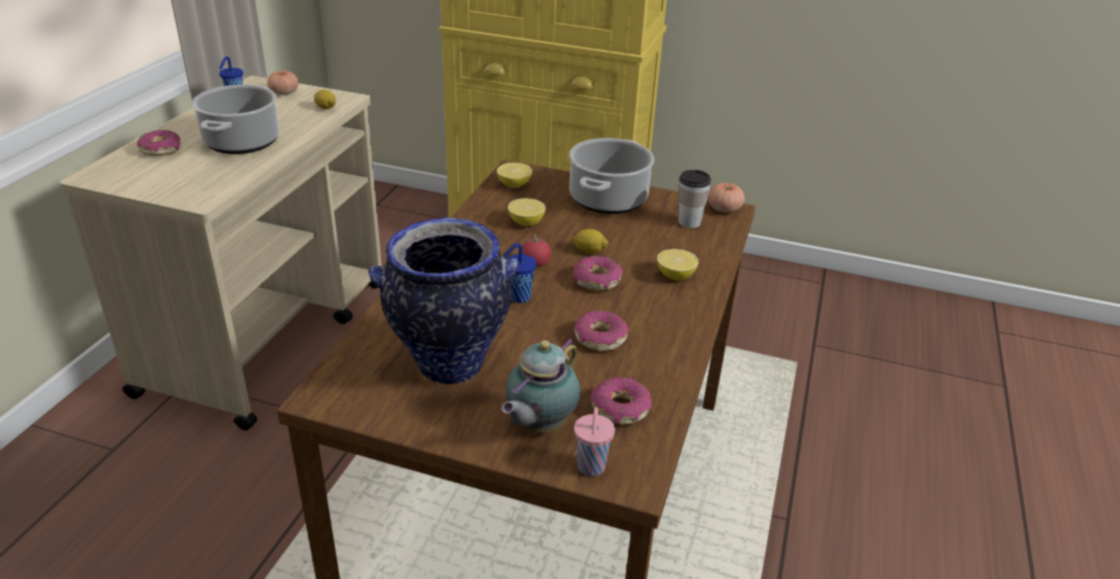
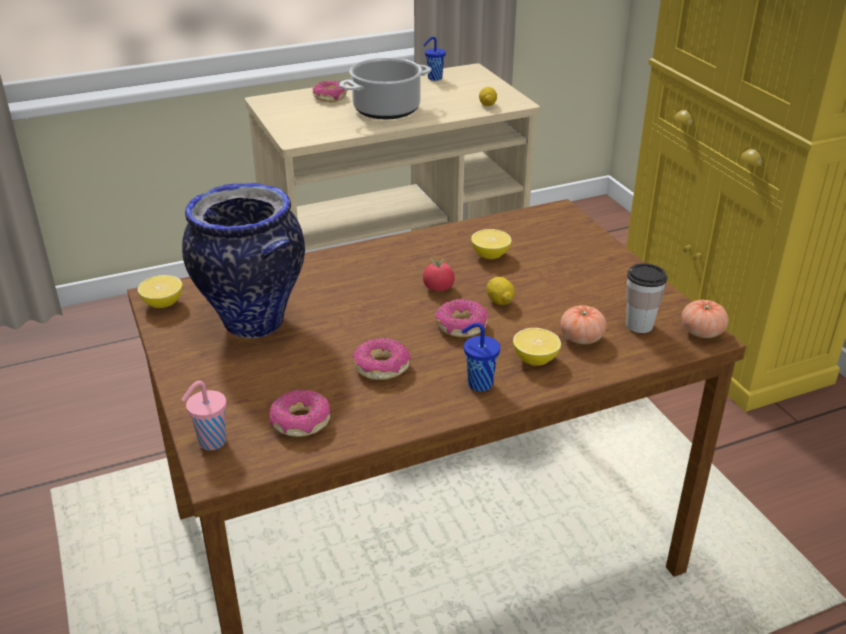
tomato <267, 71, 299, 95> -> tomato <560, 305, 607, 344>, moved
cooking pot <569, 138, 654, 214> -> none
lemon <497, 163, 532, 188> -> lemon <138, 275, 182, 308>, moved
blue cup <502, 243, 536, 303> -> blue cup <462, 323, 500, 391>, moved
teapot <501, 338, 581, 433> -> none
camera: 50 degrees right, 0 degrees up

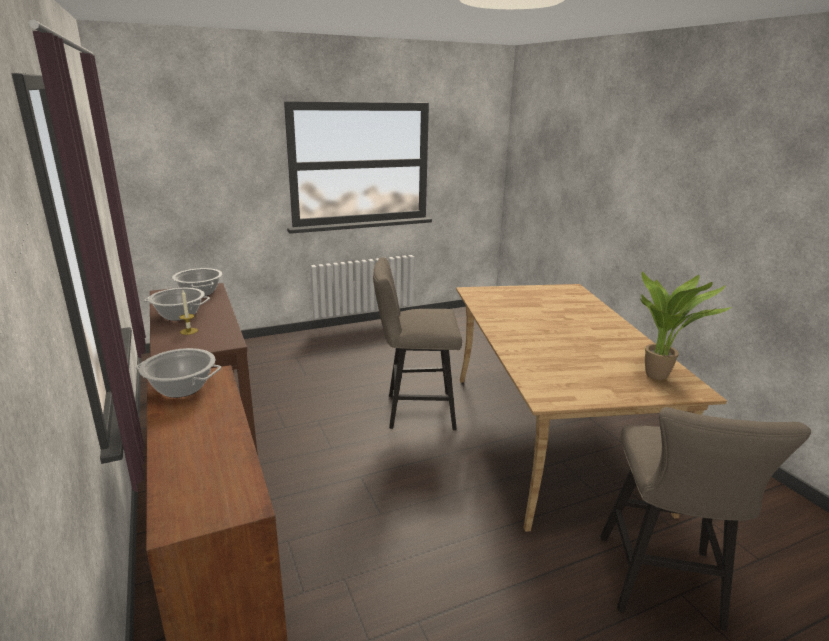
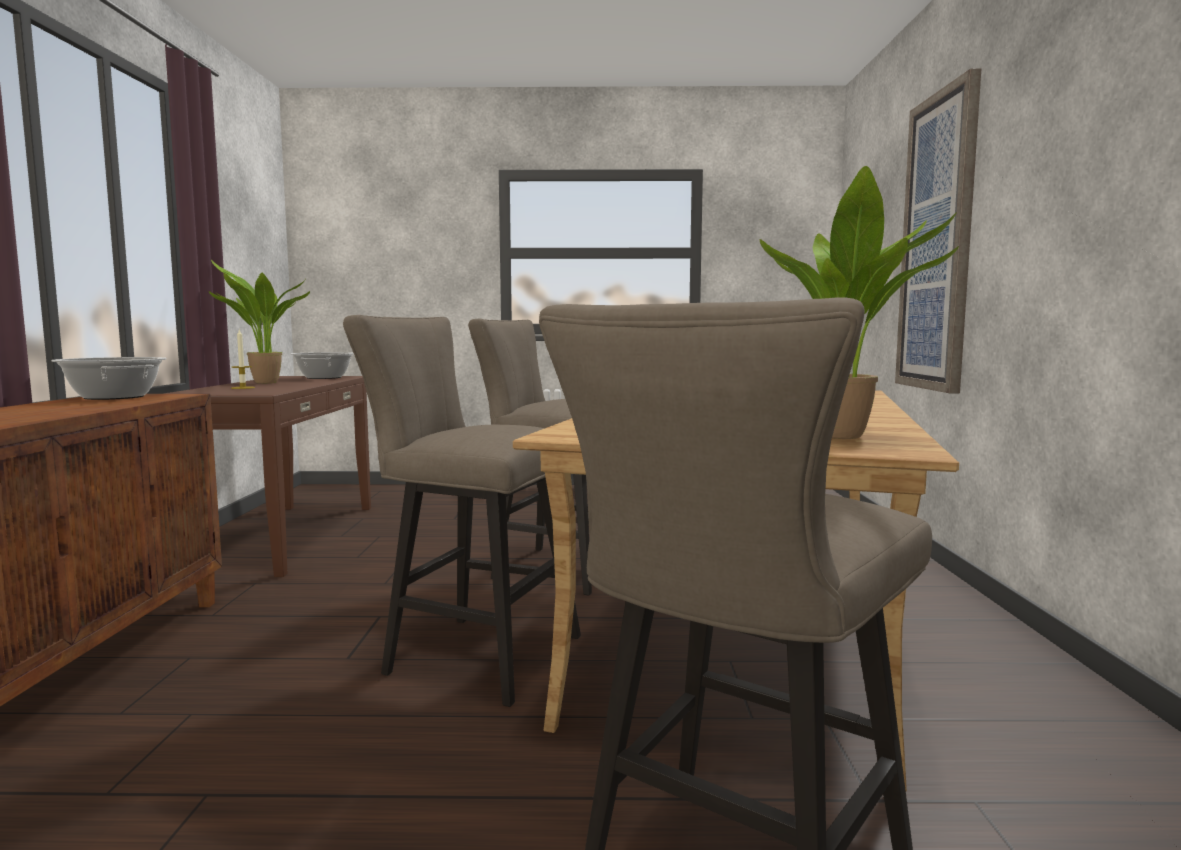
cooking pot <144, 288, 210, 321> -> potted plant <209, 260, 310, 384>
none -> picture <895, 68, 981, 393>
none -> beige stool <343, 315, 581, 707>
camera: 25 degrees right, 15 degrees down

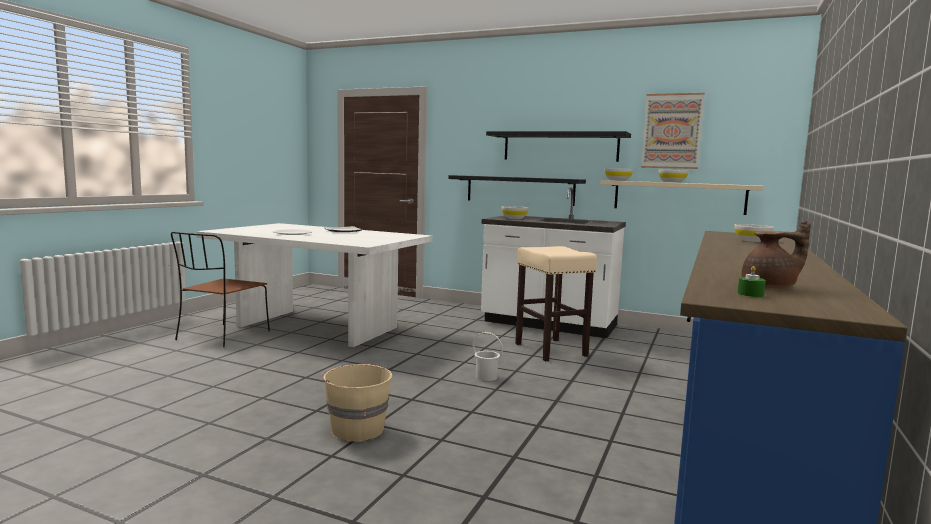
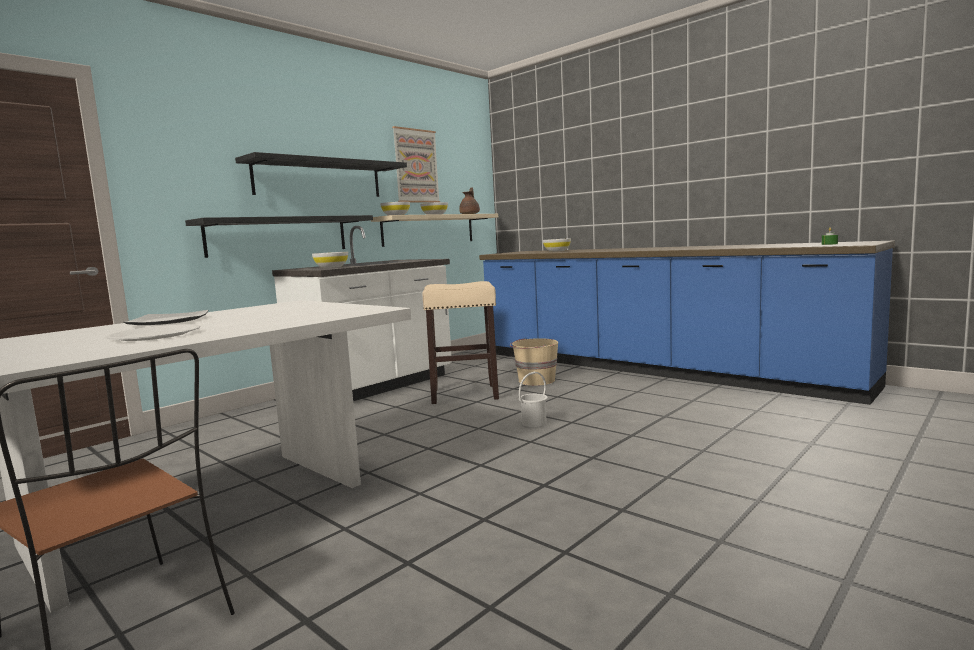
brown teapot <742, 221, 811, 288> -> brown teapot <459, 187, 480, 214>, moved
beige bucket <321, 364, 392, 442> -> beige bucket <510, 338, 558, 386>, moved
camera: 70 degrees left, 0 degrees up

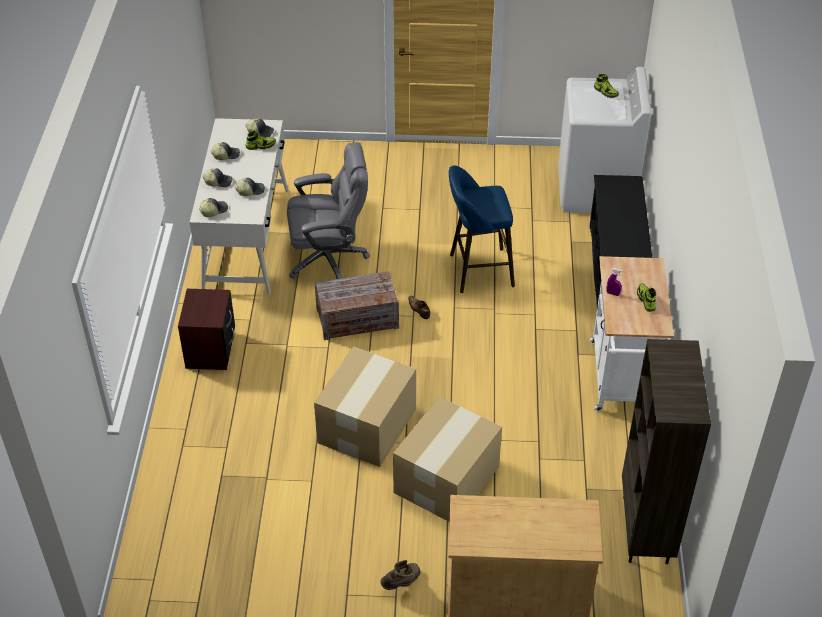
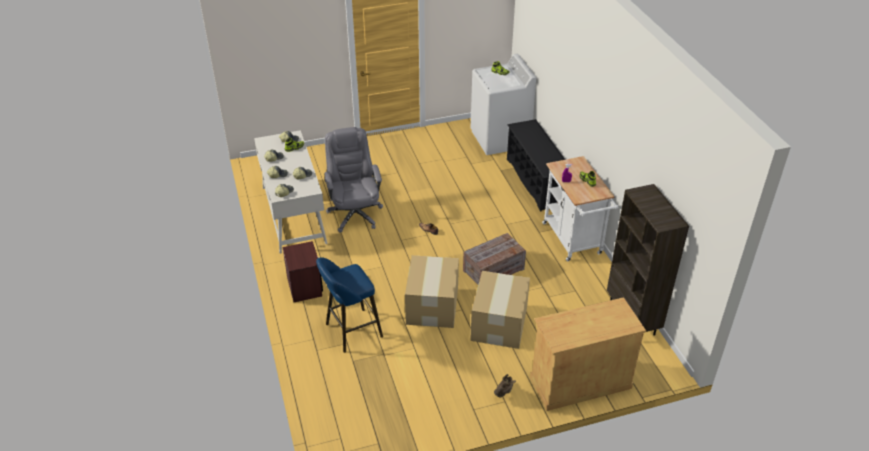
grey office chair <287, 142, 370, 279> -> grey office chair <324, 127, 383, 233>, 75 degrees counterclockwise
blue stool <449, 166, 515, 293> -> blue stool <316, 257, 383, 353>, moved
crate <315, 271, 399, 340> -> crate <463, 233, 526, 285>, moved
camera: 20 degrees left, 5 degrees down

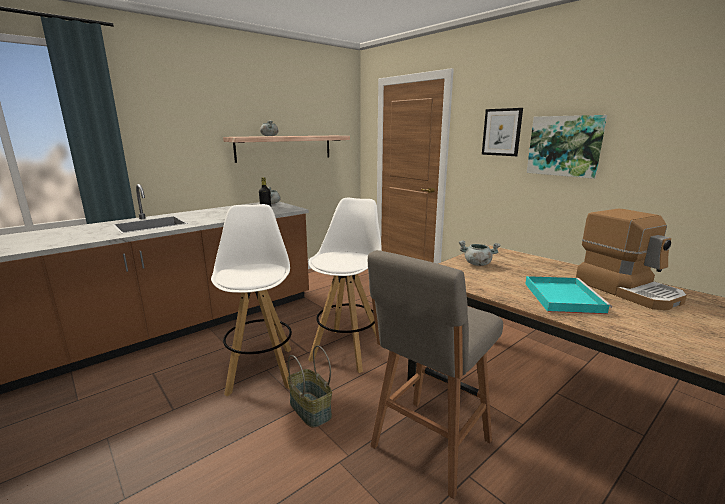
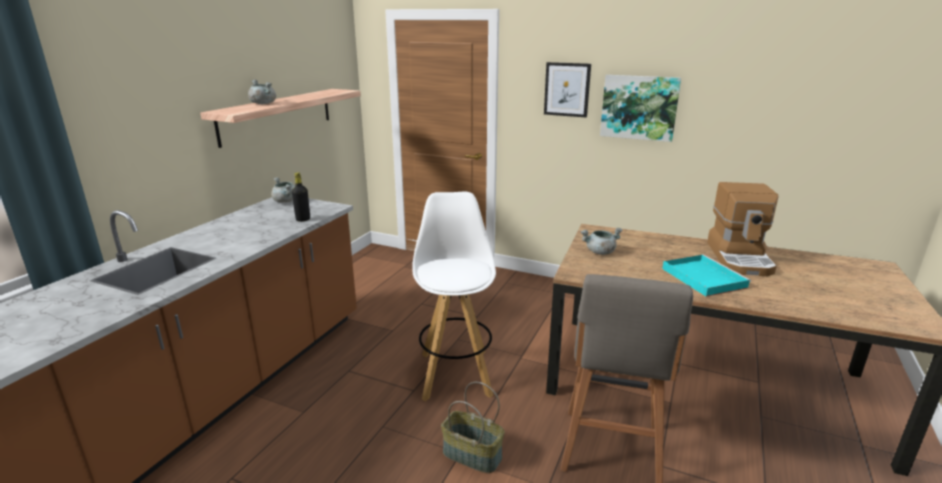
white stool <211, 204, 292, 397> -> none
coffee machine <576, 209, 687, 310> -> coffee machine <707, 182, 779, 276>, 60 degrees clockwise
camera: 25 degrees left, 5 degrees up

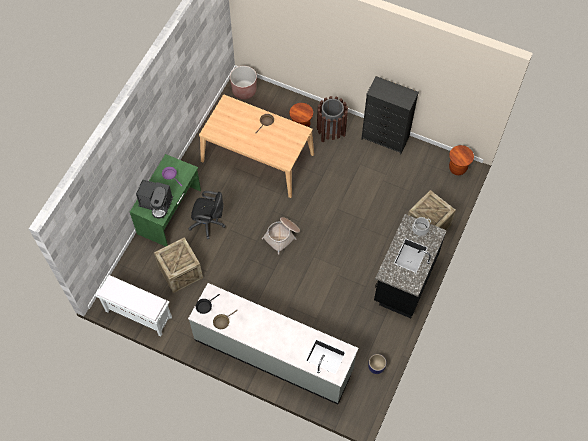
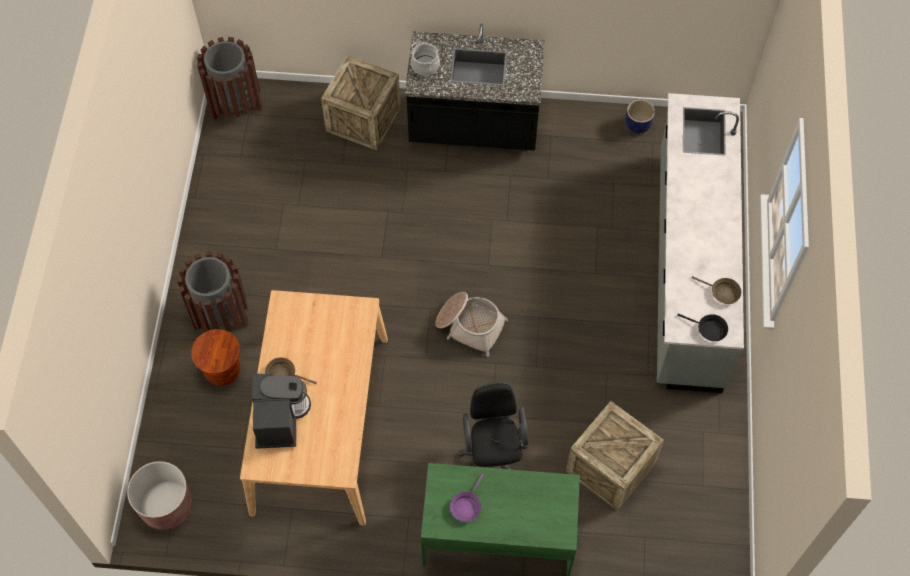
black dresser <361, 76, 419, 155> -> none
brown stool <449, 145, 474, 175> -> brown trash can <197, 37, 262, 120>
coffee machine <136, 179, 173, 219> -> coffee machine <252, 373, 311, 449>, moved
white bench <95, 275, 172, 336> -> none
camera: 110 degrees left, 0 degrees up

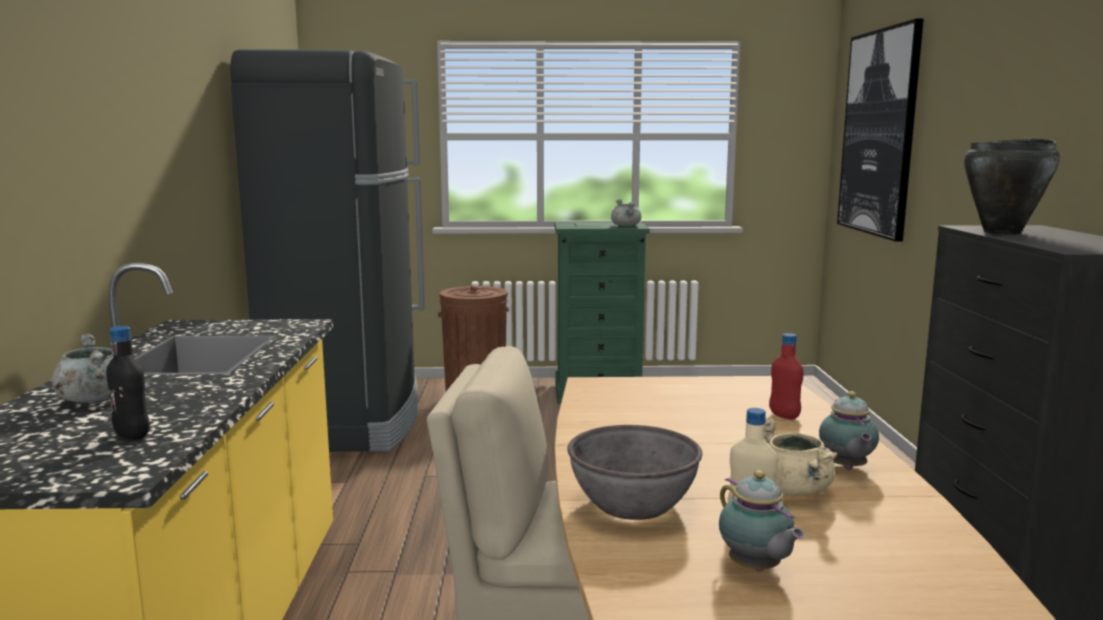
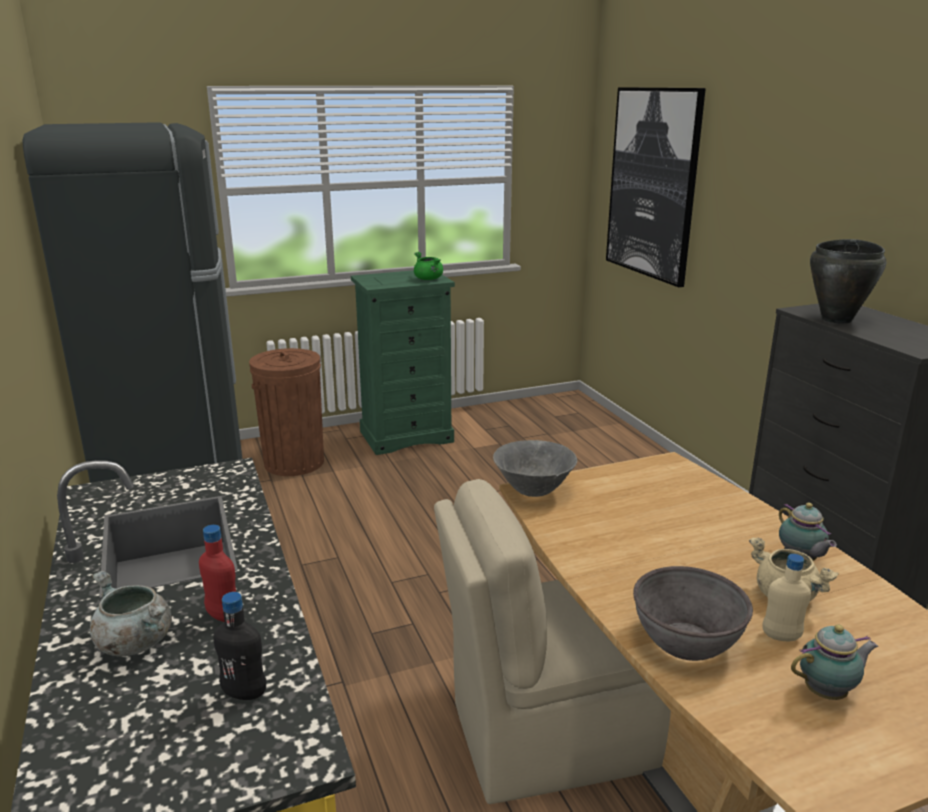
grey cooking pot <611, 199, 641, 226> -> green cooking pot <414, 252, 443, 280>
red bottle <769, 333, 804, 419> -> red bottle <199, 525, 236, 622>, moved
teapot <719, 470, 805, 572> -> teapot <791, 624, 878, 700>, 60 degrees counterclockwise
none -> grey bowl <493, 440, 577, 497>
camera: 20 degrees left, 10 degrees up

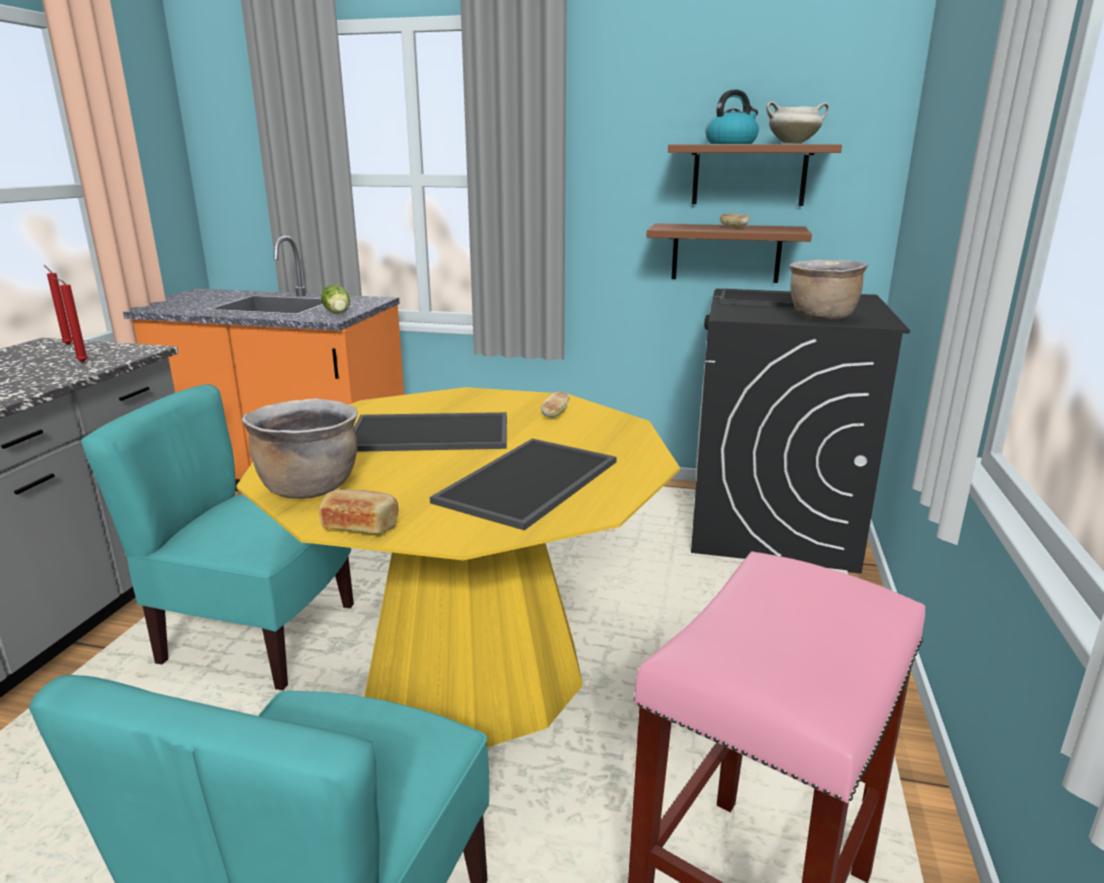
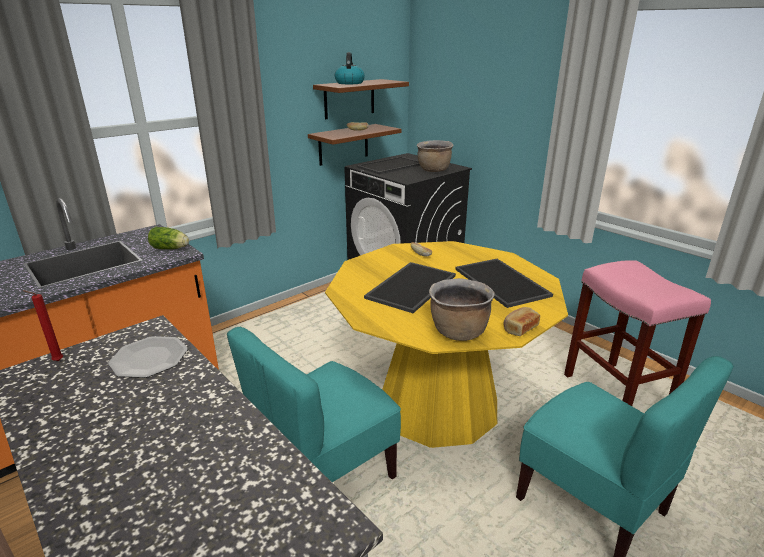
white cooking pot <766, 101, 829, 144> -> none
red candle <52, 277, 88, 362> -> plate <108, 336, 188, 378>
camera: 55 degrees left, 5 degrees up

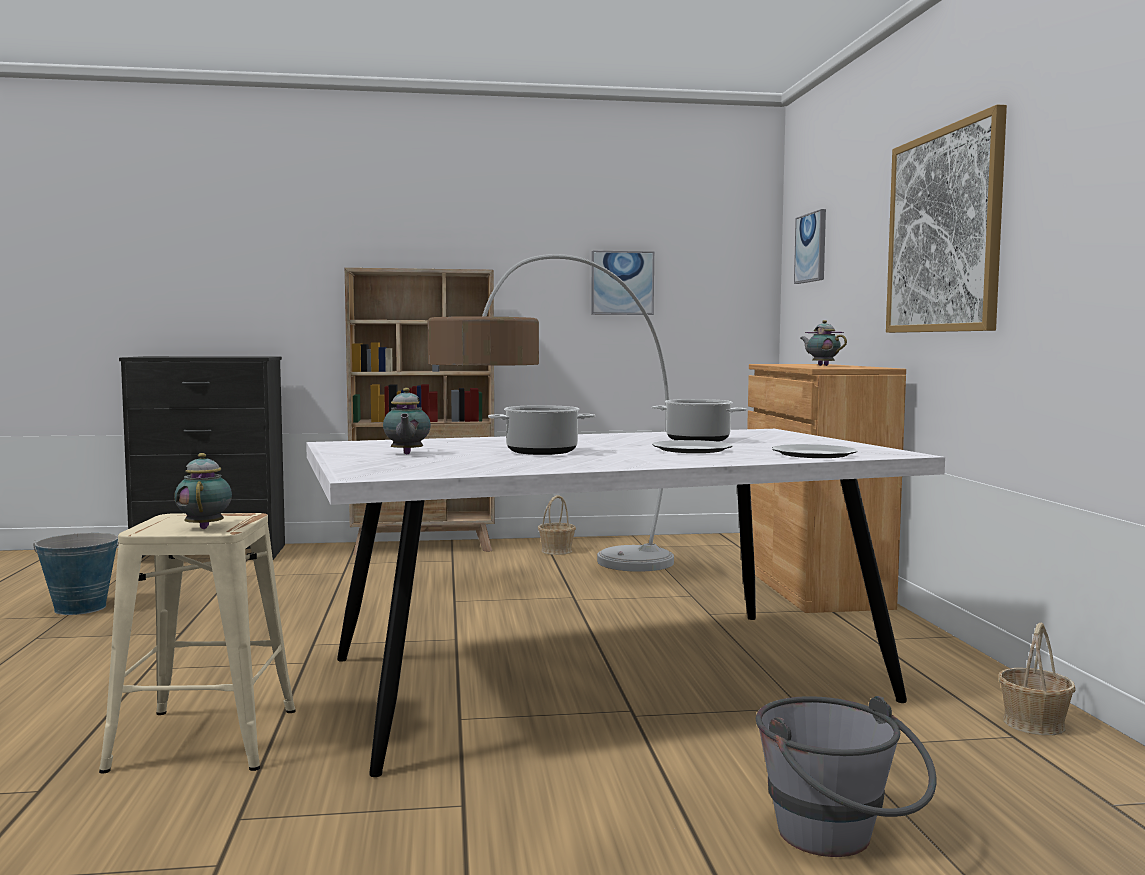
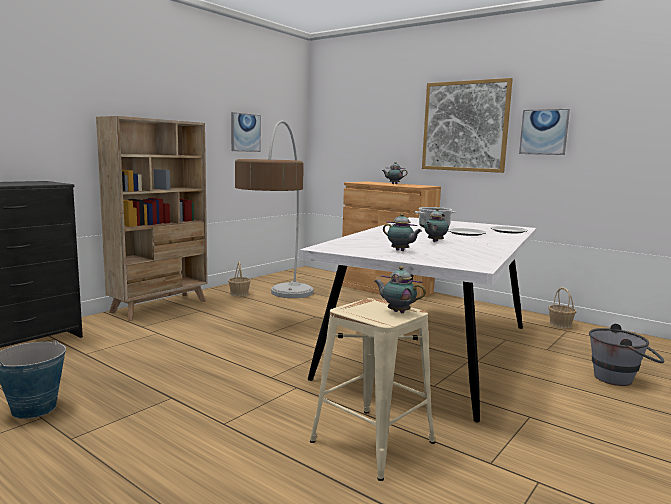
picture <794, 209, 826, 284> -> picture <519, 109, 570, 155>, moved
cooking pot <488, 405, 595, 455> -> teapot <424, 208, 449, 242>
camera: 45 degrees left, 5 degrees up

